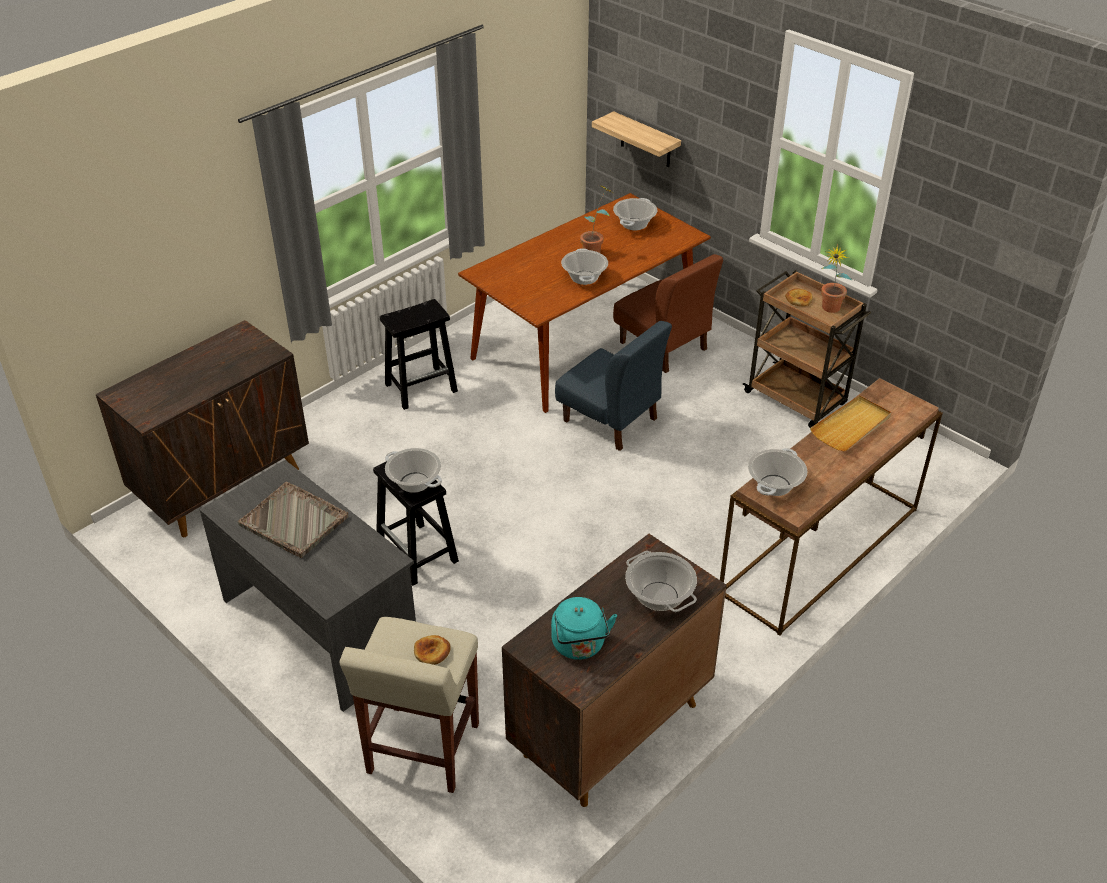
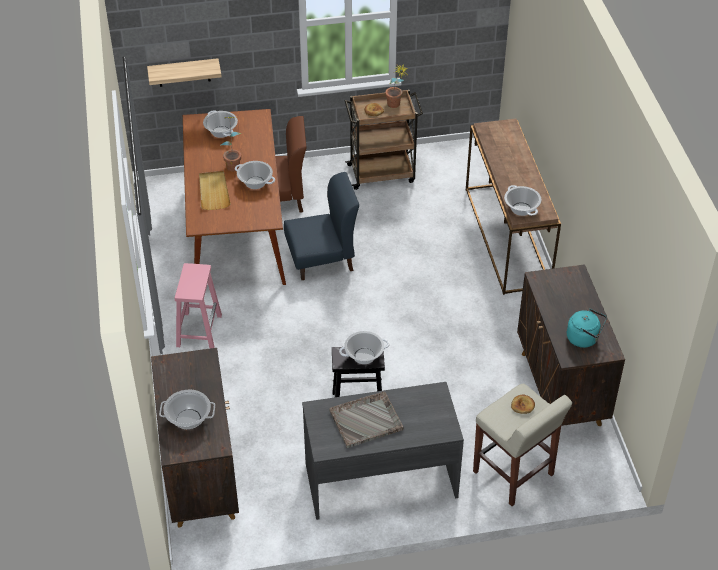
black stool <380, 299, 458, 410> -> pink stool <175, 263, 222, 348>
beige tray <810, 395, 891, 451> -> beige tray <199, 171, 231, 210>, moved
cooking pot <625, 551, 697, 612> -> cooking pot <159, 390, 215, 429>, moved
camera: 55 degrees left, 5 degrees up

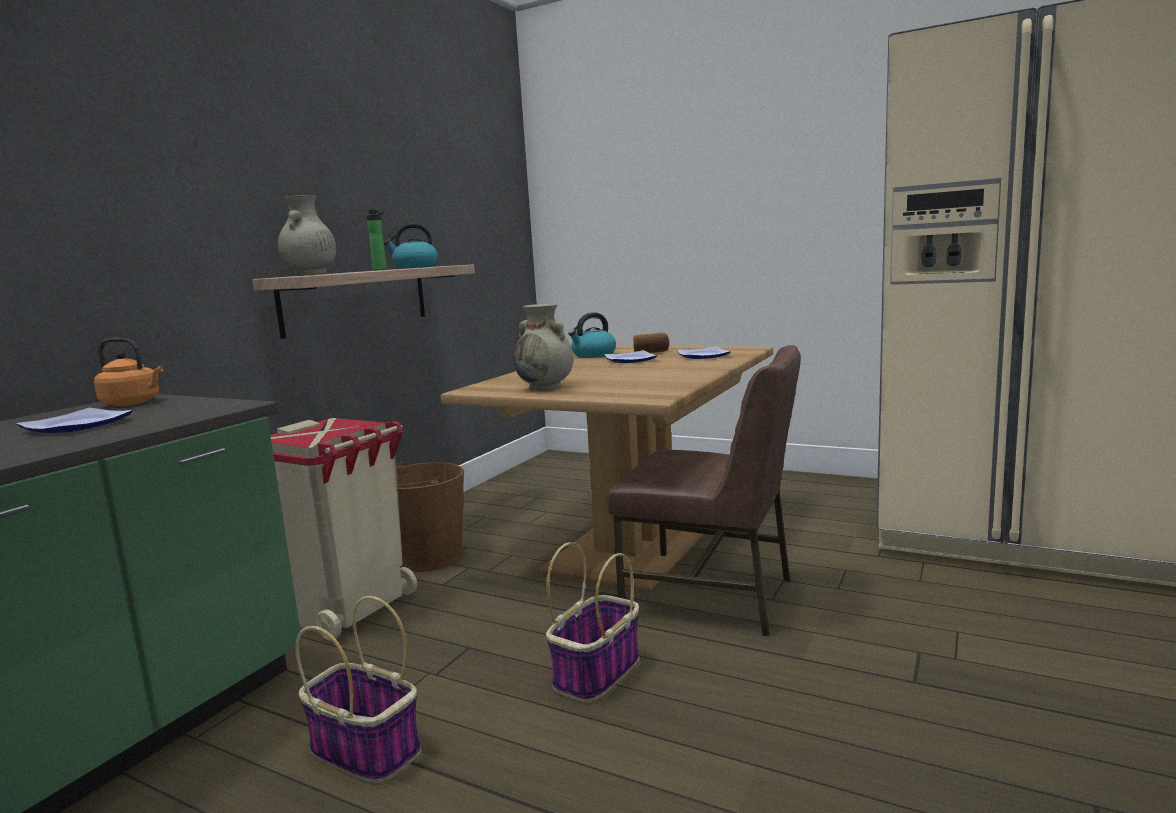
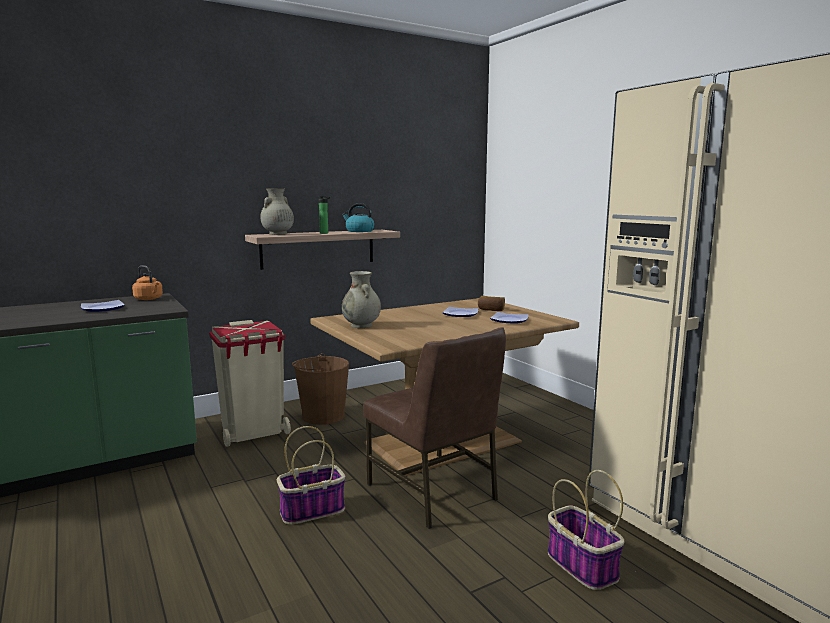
kettle <568, 312, 616, 358> -> none
basket <295, 596, 421, 783> -> basket <548, 470, 625, 590>, moved
camera: 30 degrees right, 0 degrees up

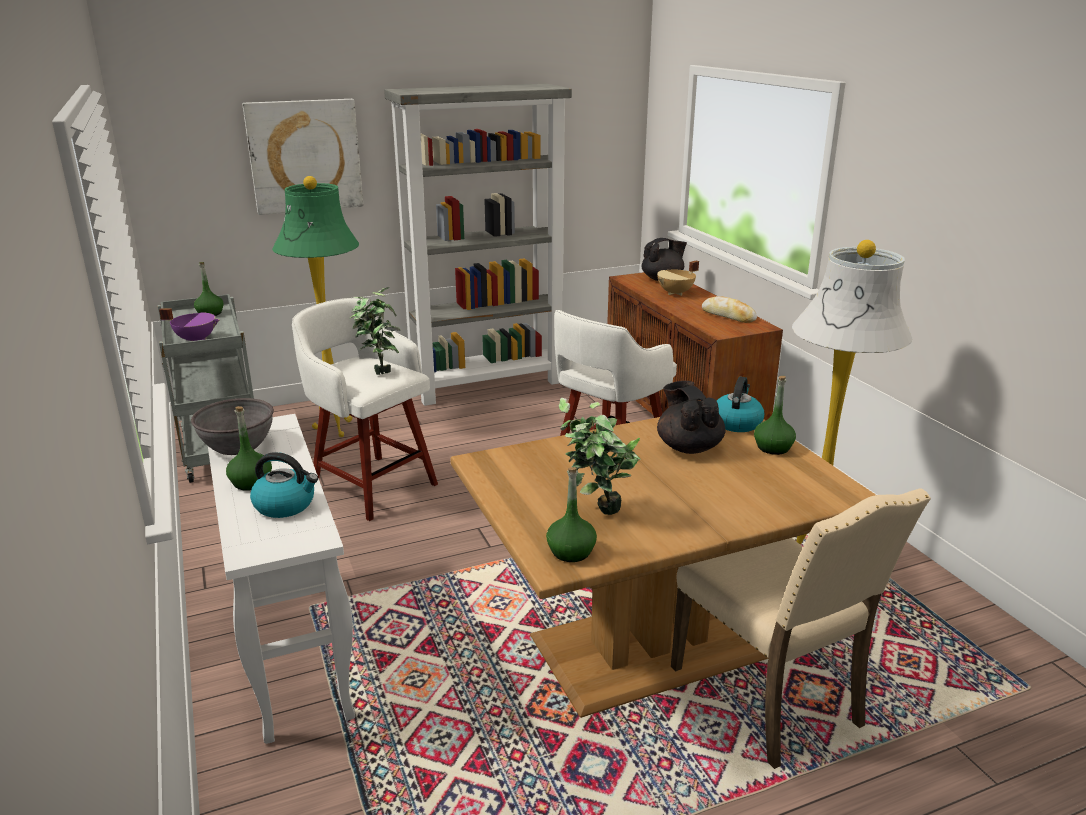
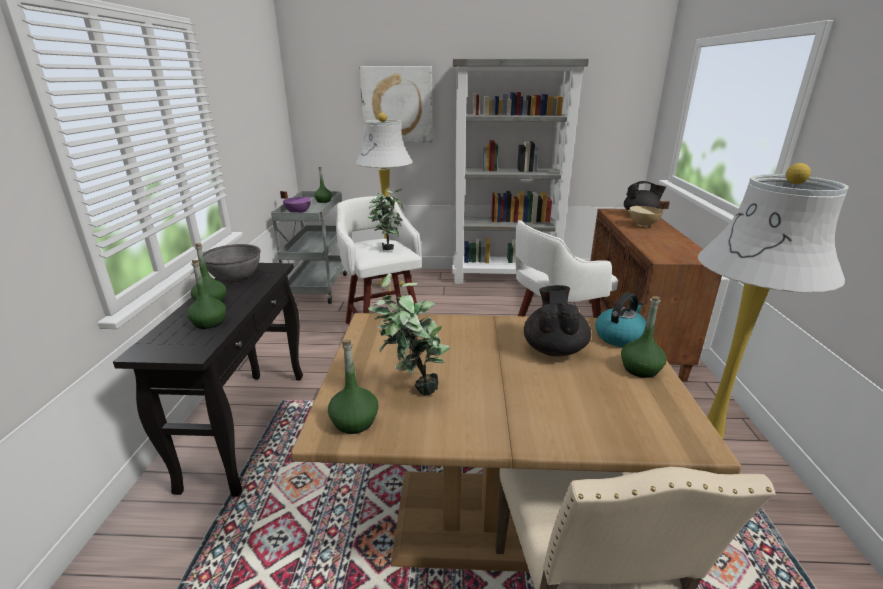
green floor lamp <272, 176, 359, 437> -> white floor lamp <356, 113, 413, 291>
bread <702, 296, 757, 323> -> none
white console table <208, 414, 355, 744> -> black console table <113, 263, 303, 497>
kettle <250, 452, 318, 518> -> green bottle <187, 260, 226, 329>
camera: 25 degrees right, 0 degrees up

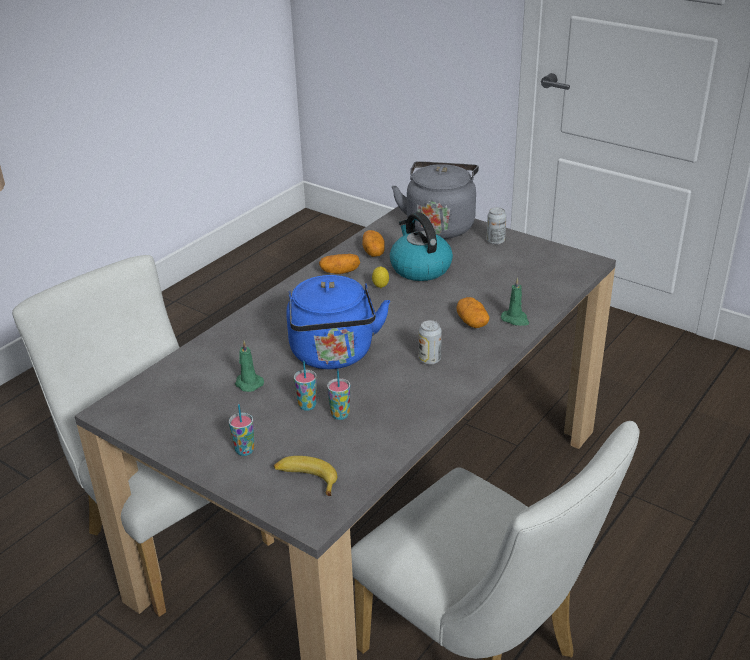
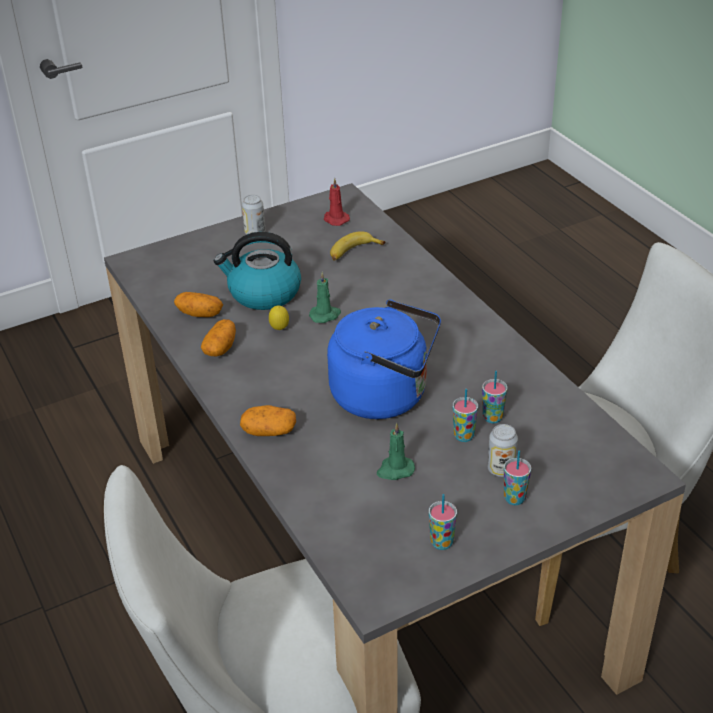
grey kettle <392, 161, 479, 239> -> none
green candle <501, 277, 529, 326> -> green candle <309, 272, 341, 323>, moved
potato <456, 297, 489, 328> -> potato <240, 405, 296, 436>, moved
can <419, 320, 442, 365> -> can <487, 424, 518, 477>, moved
banana <274, 456, 337, 496> -> banana <330, 231, 385, 261>, moved
none -> red candle <324, 178, 350, 226>
none -> cup <429, 494, 457, 550>
camera: 65 degrees left, 5 degrees up

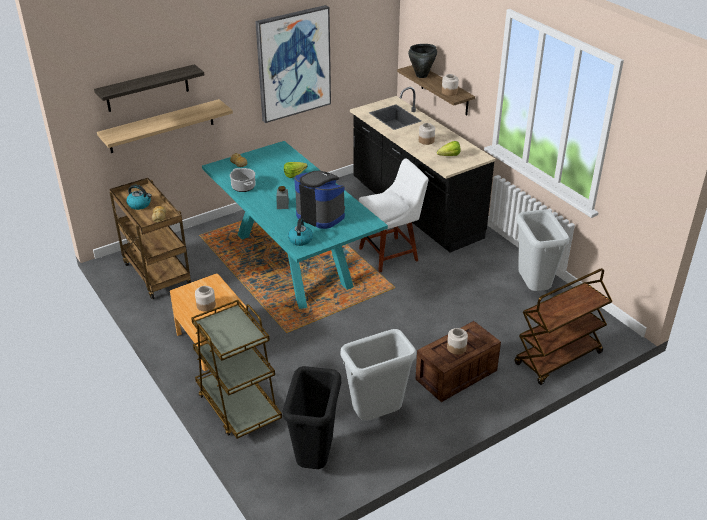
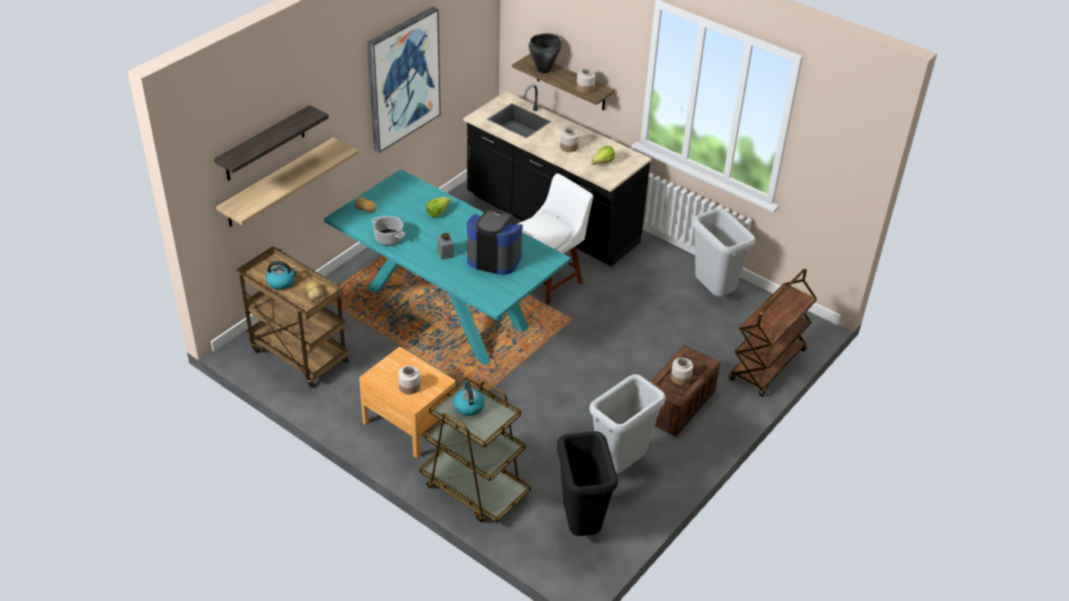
kettle <288, 218, 313, 246> -> kettle <454, 380, 485, 416>, moved
camera: 20 degrees left, 5 degrees up

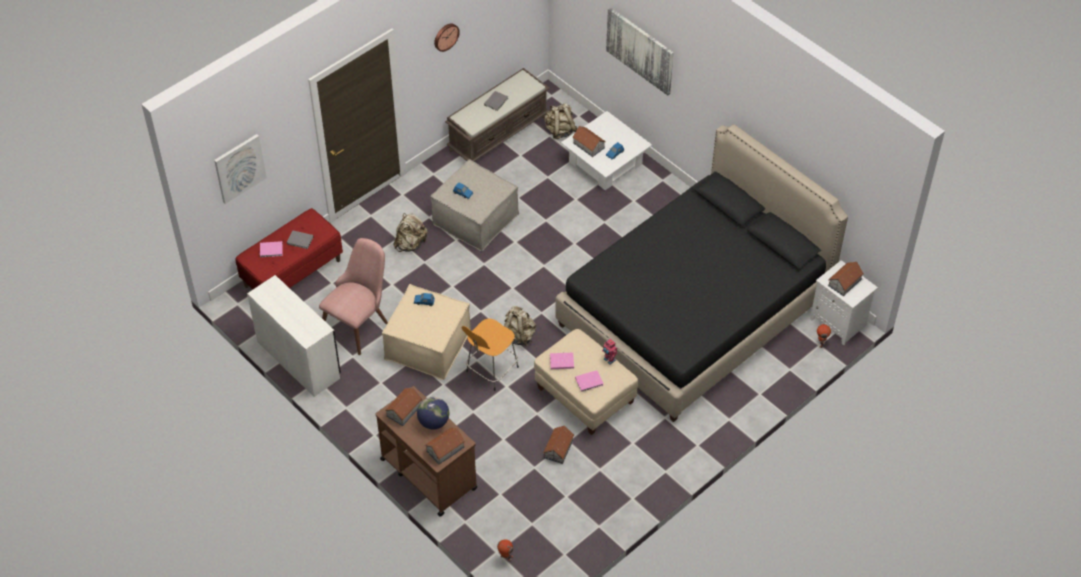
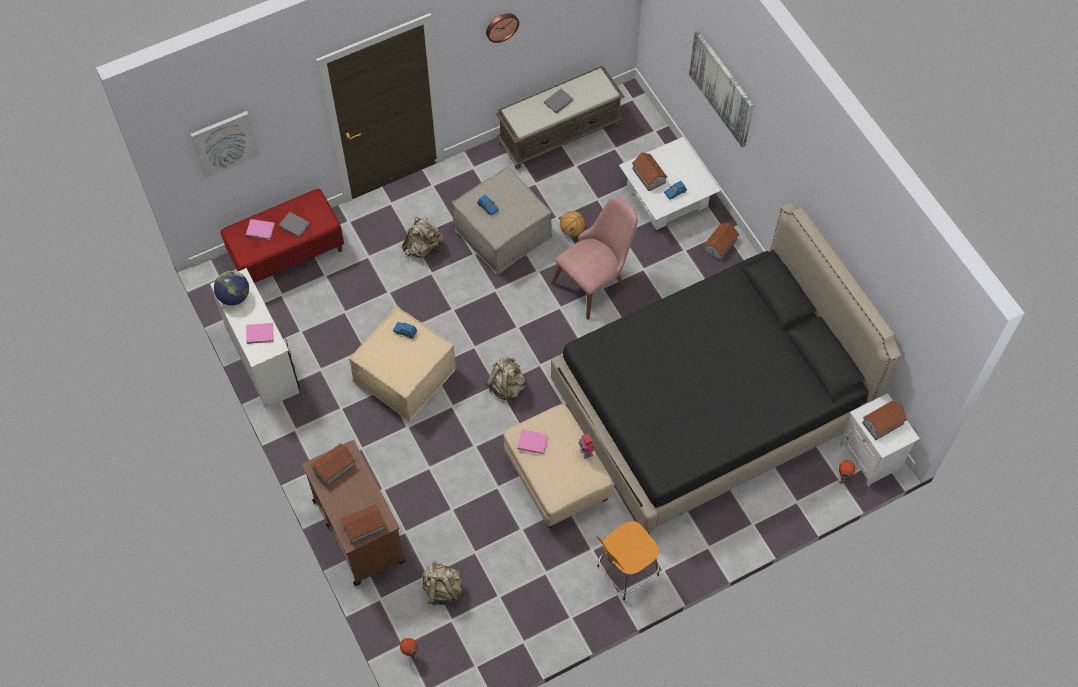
beige backpack <544, 103, 578, 139> -> beige backpack <422, 561, 464, 605>, moved
pink chair <319, 238, 388, 355> -> pink chair <551, 197, 638, 320>, moved
orange stool <462, 318, 519, 391> -> orange stool <597, 521, 660, 600>, moved
pink book <575, 370, 604, 392> -> pink book <246, 323, 274, 344>, moved
globe <417, 397, 449, 429> -> globe <214, 271, 249, 306>, moved
toy house <543, 426, 574, 464> -> toy house <703, 223, 739, 261>, moved
none -> basketball <560, 211, 585, 237>
camera: 15 degrees right, 10 degrees up

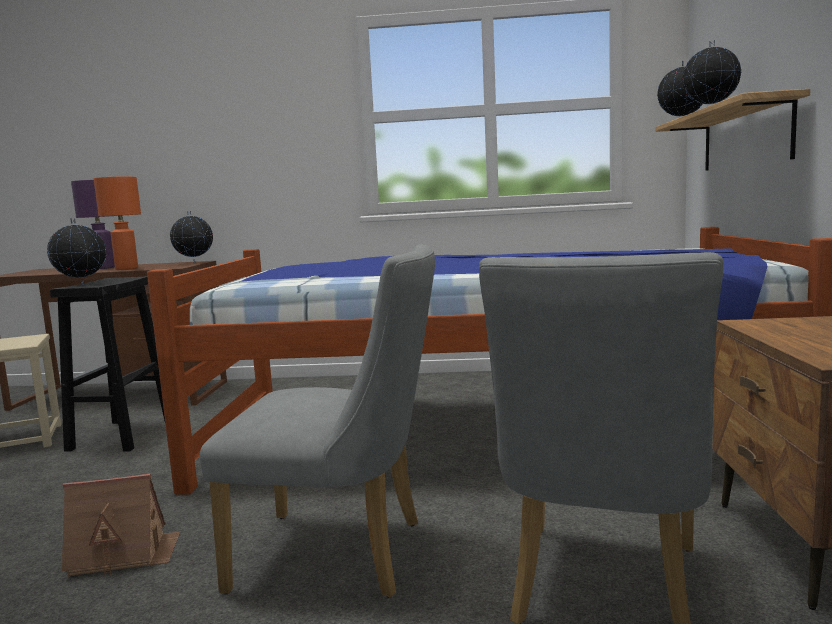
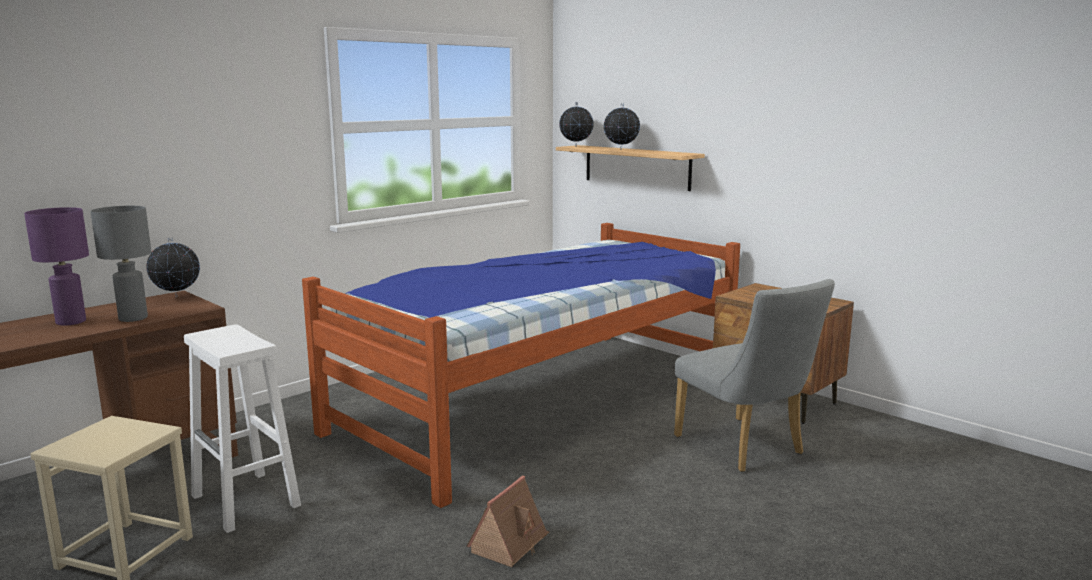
orange table lamp <94, 176, 141, 270> -> grey table lamp <90, 206, 151, 322>
globe <47, 218, 106, 285> -> none
grey chair <200, 244, 435, 598> -> none
black stool <50, 277, 165, 452> -> white stool <184, 324, 301, 533>
camera: 50 degrees left, 5 degrees up

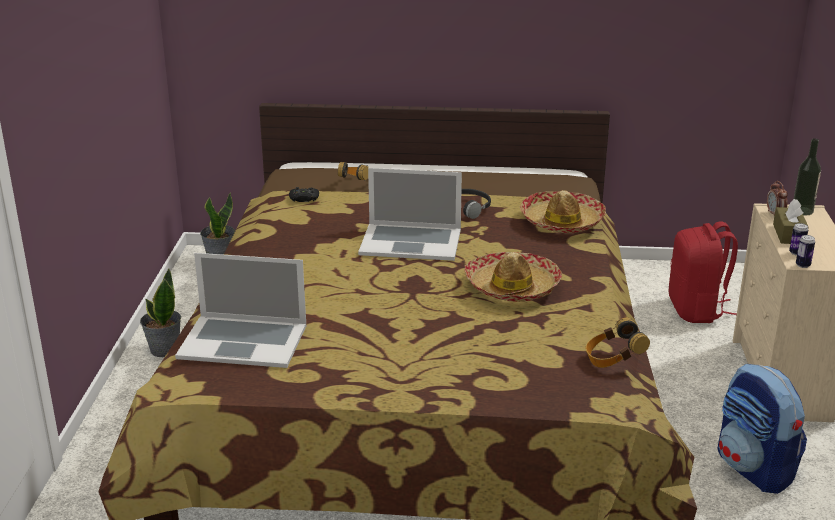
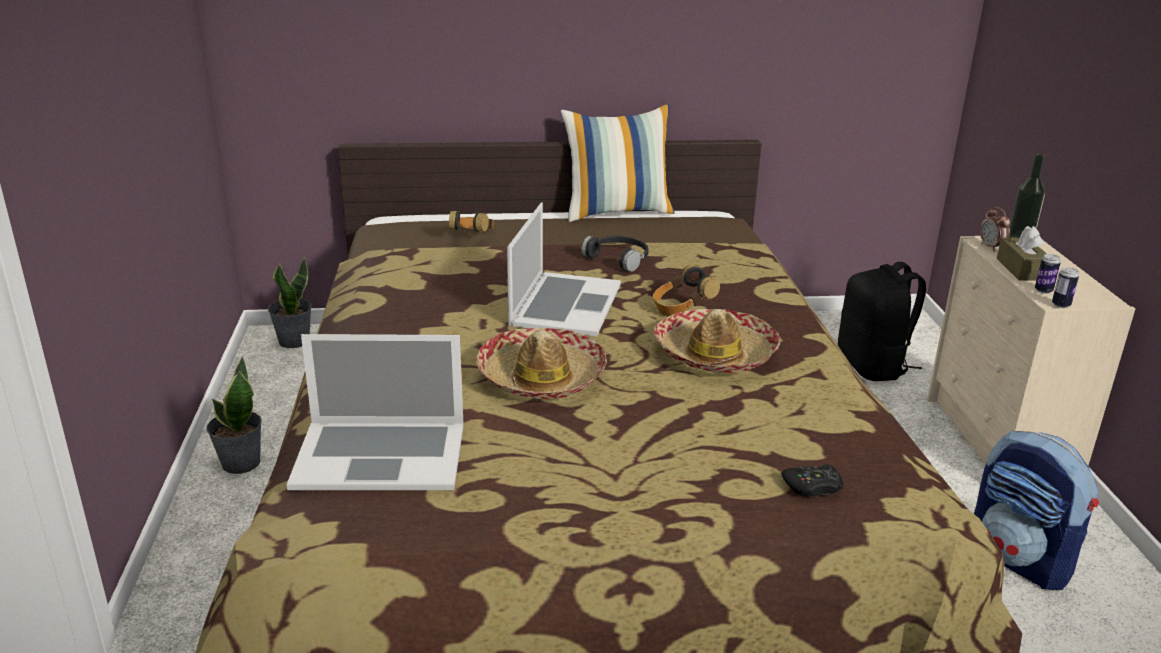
laptop <358, 168, 462, 261> -> laptop <507, 202, 621, 337>, 75 degrees counterclockwise
black game controller <289, 187, 319, 202> -> black game controller <782, 464, 844, 497>, moved
hat <520, 190, 606, 233> -> hat <476, 328, 607, 399>, moved
red backpack <669, 221, 738, 323> -> black backpack <838, 262, 926, 381>
headphones <586, 318, 650, 368> -> headphones <653, 264, 720, 316>, moved
none -> pillow <561, 104, 674, 222>
camera: 10 degrees left, 0 degrees up

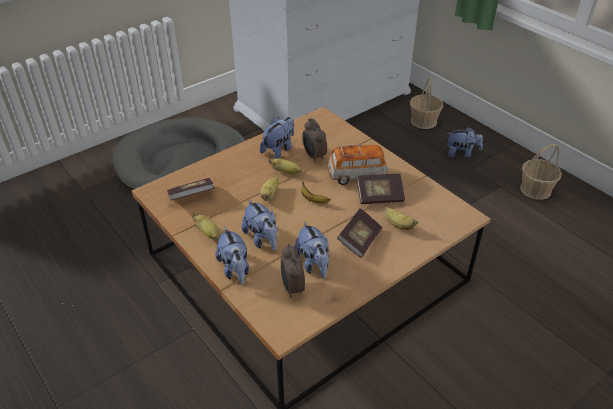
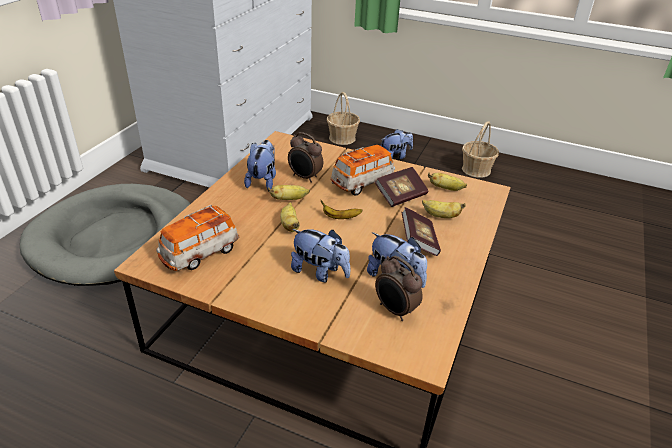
book <167, 178, 214, 200> -> toy car <156, 205, 239, 271>
banana <192, 213, 219, 239> -> banana <428, 172, 467, 191>, moved
plush toy <215, 226, 249, 285> -> none
camera: 30 degrees left, 5 degrees down

